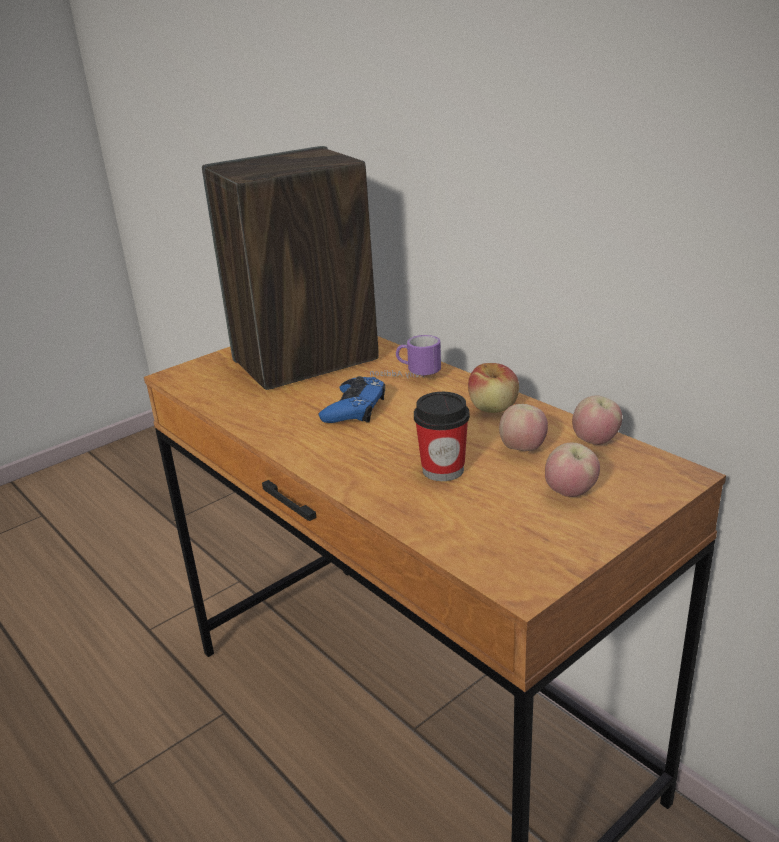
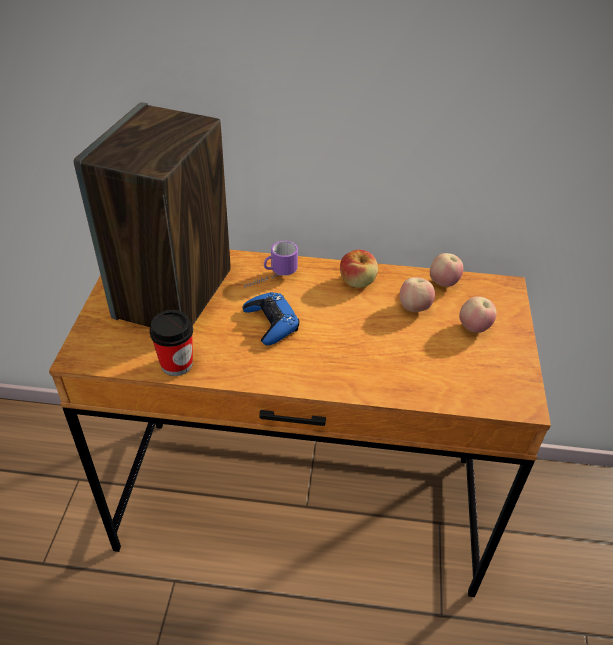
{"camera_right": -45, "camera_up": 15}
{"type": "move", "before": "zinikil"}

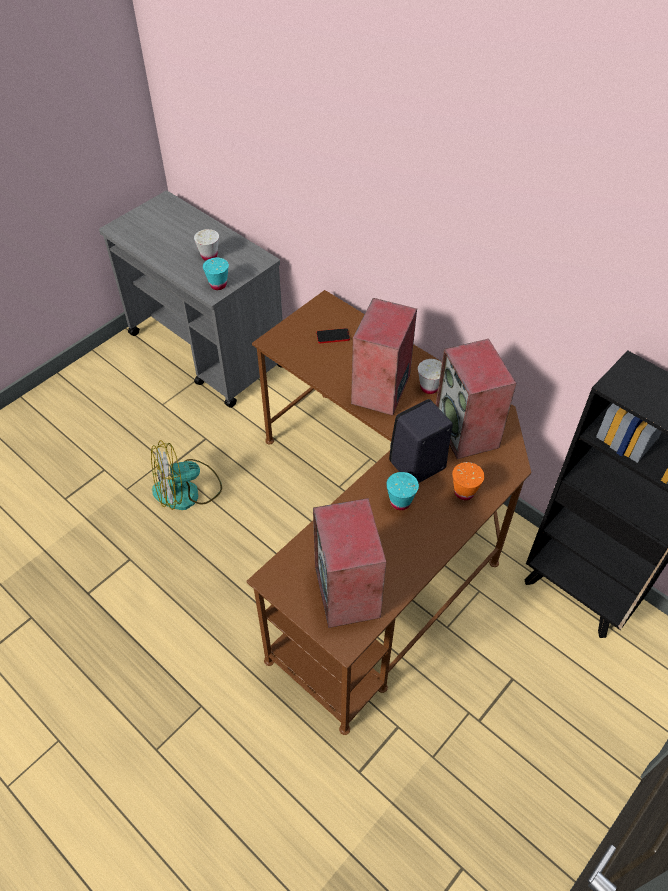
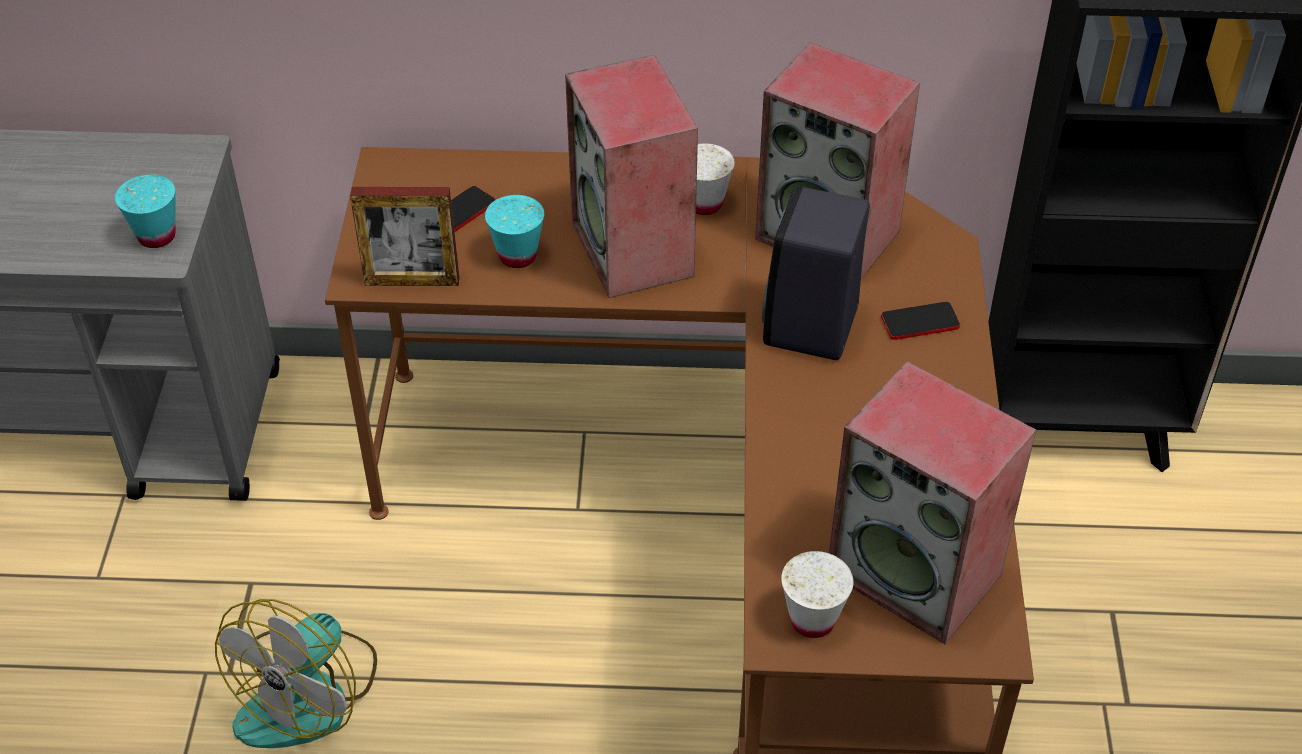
{"camera_right": -40, "camera_up": -5}
{"type": "insert", "after": "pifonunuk"}
{"type": "move", "before": "white_zinikil (1st from left in the first image)", "after": "white_zinikil (2nd from left)"}
{"type": "move", "before": "turquoise_zinikil (2nd from left)"}
{"type": "replace", "before": "orange_zinikil", "after": "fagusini (2nd from left)"}

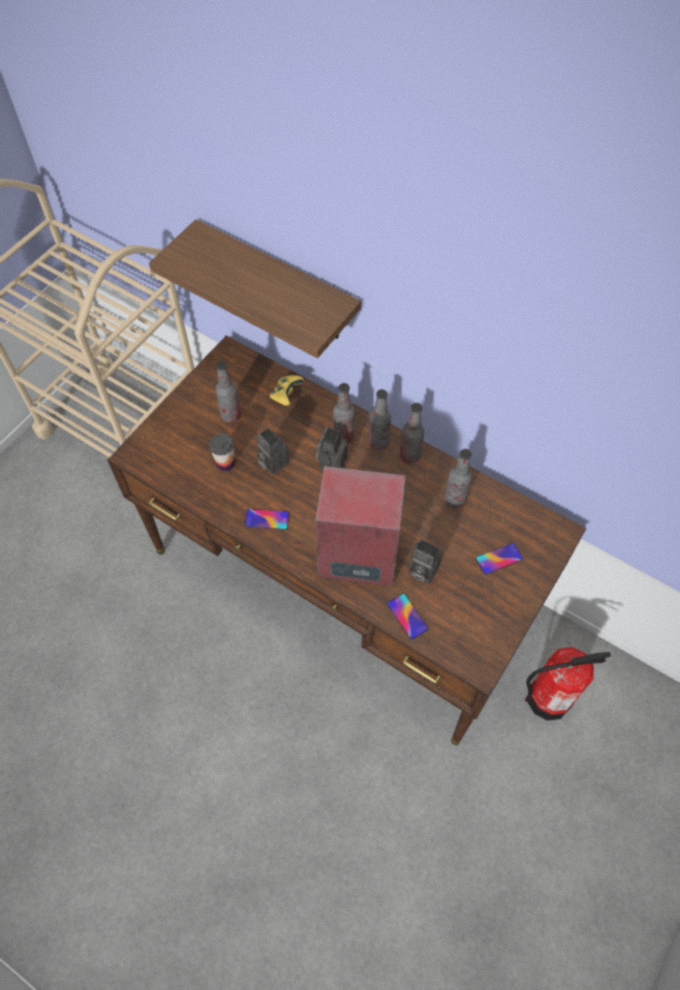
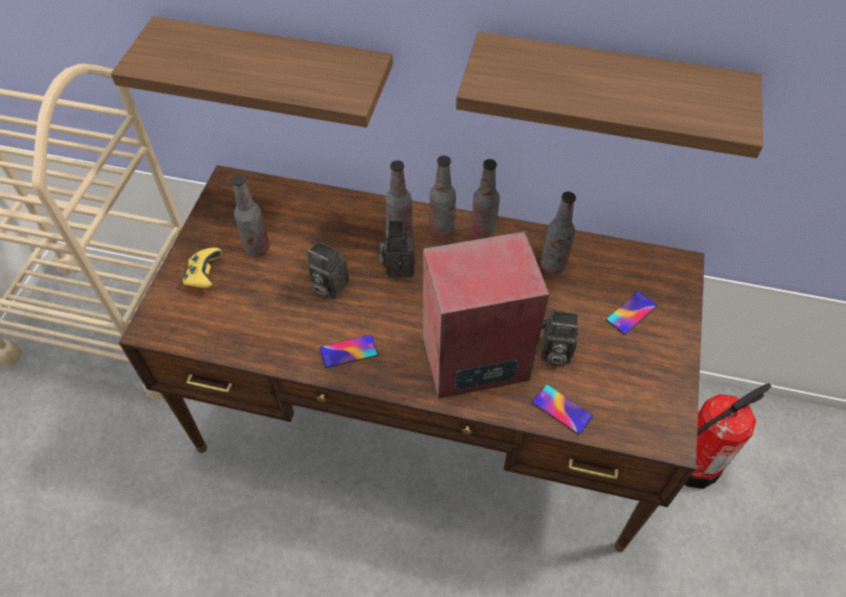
{"camera_right": -20, "camera_up": -5}
{"type": "delete", "before": "zinikil"}
{"type": "insert", "after": "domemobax (2nd from left)"}
{"type": "move", "before": "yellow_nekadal"}

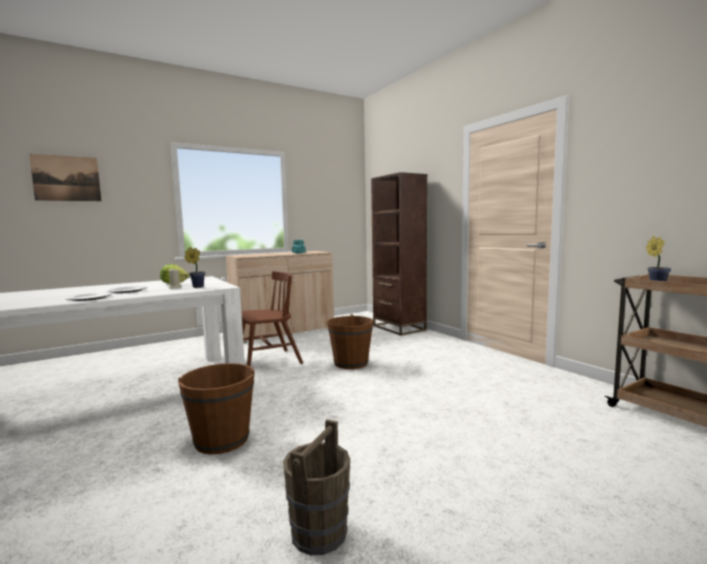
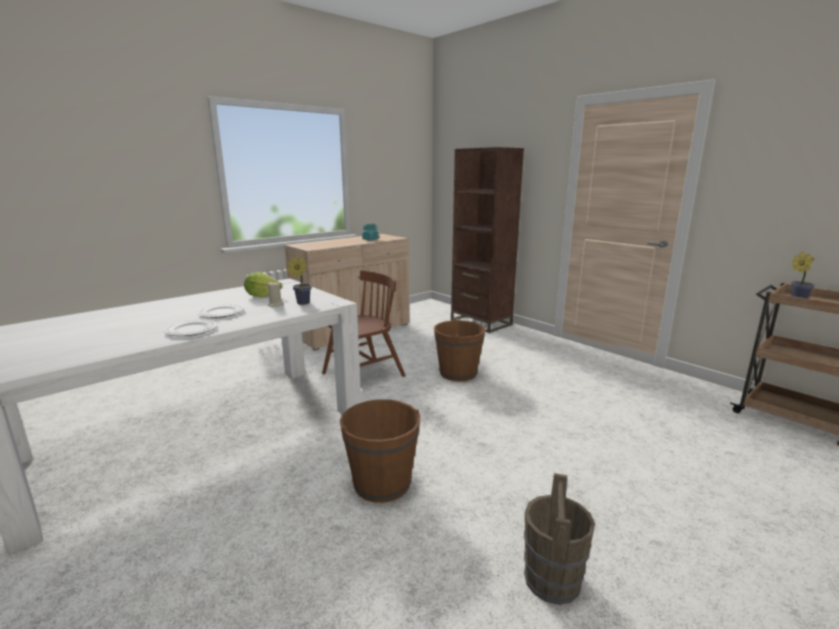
{"camera_right": -10, "camera_up": 10}
{"type": "delete", "before": "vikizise"}

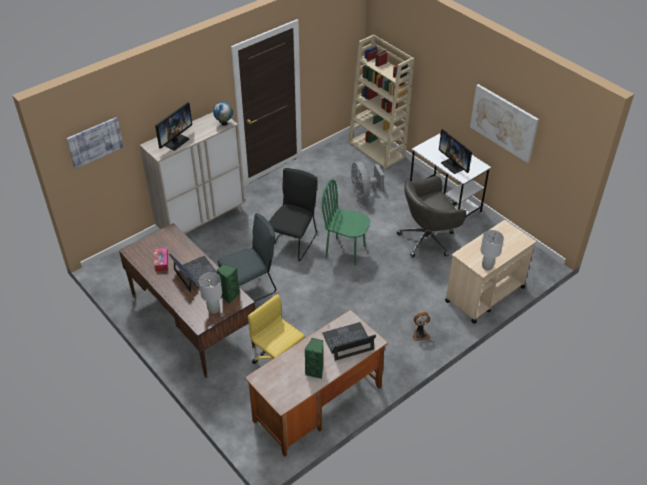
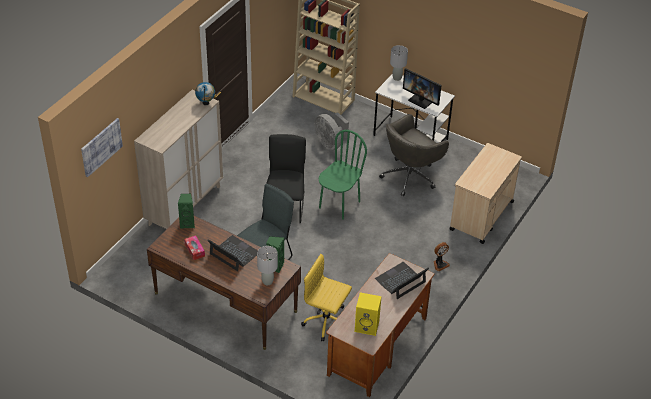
{"camera_right": -20, "camera_up": 0}
{"type": "delete", "before": "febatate (1st from left)"}
{"type": "delete", "before": "vikizise (2nd from left)"}
{"type": "insert", "after": "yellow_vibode"}
{"type": "move", "before": "green_vibode (2nd from left in the first image)", "after": "green_vibode (1st from left)"}
{"type": "move", "before": "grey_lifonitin (2nd from left)"}
{"type": "rotate", "before": "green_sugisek", "turn": 120}

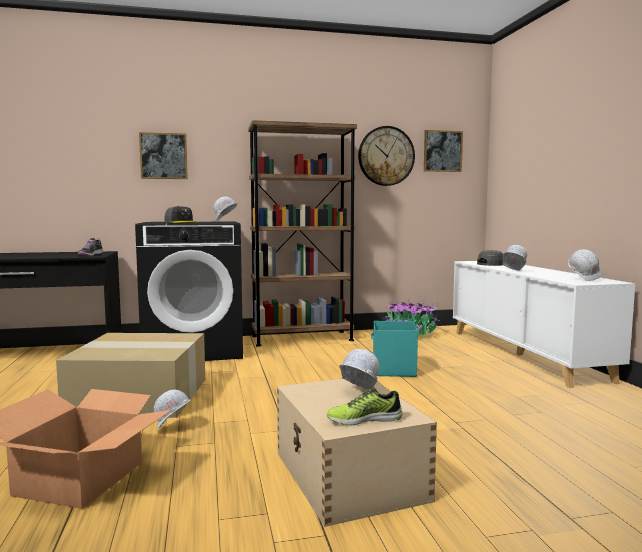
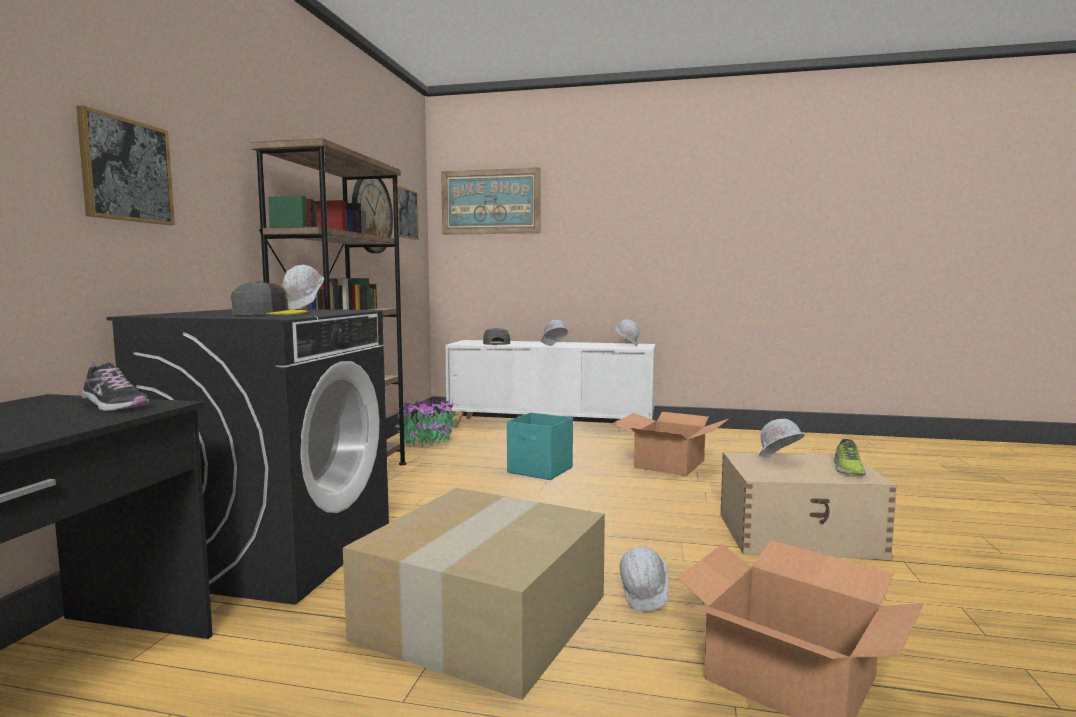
{"camera_right": -65, "camera_up": 0}
{"type": "insert", "after": "vikizise (3rd from left)"}
{"type": "insert", "after": "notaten (2nd from left)"}

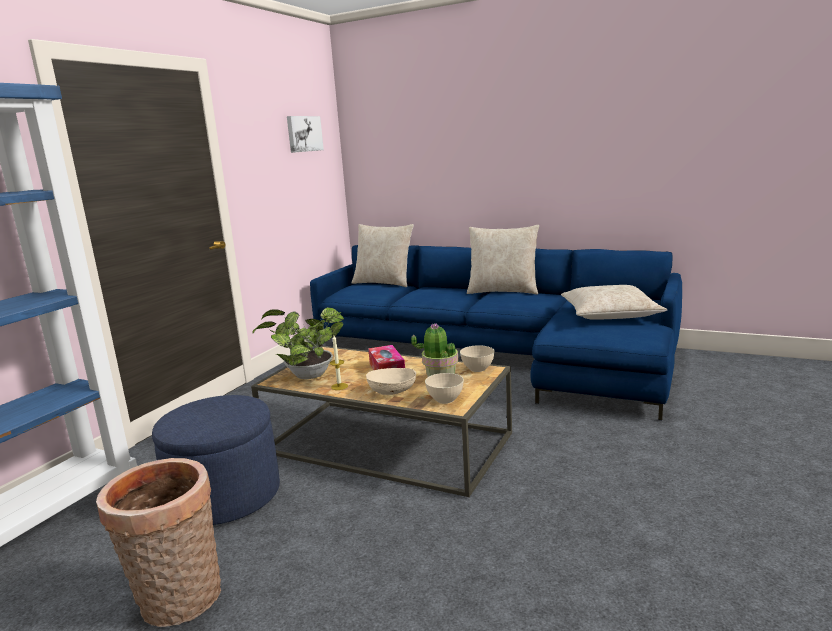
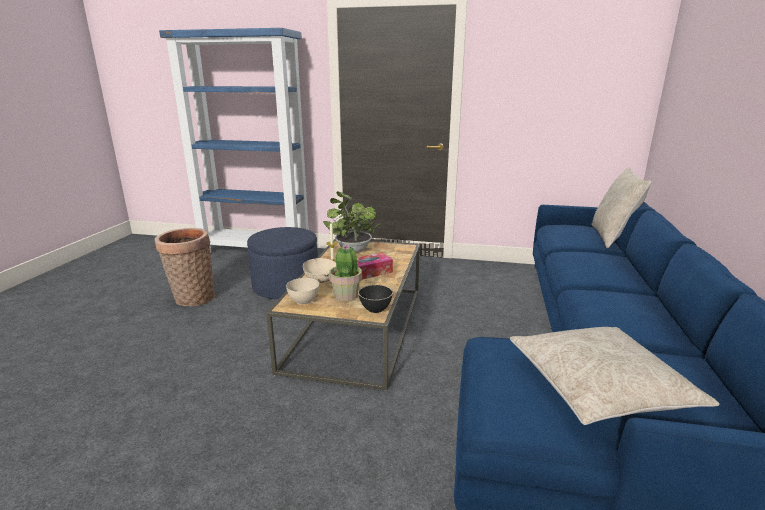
{"camera_right": 75, "camera_up": 5}
{"type": "delete", "before": "vikizise"}
{"type": "delete", "before": "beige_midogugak (2nd from left)"}
{"type": "recolor", "before": "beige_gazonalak (3rd from left)", "after": "black_gazonalak"}

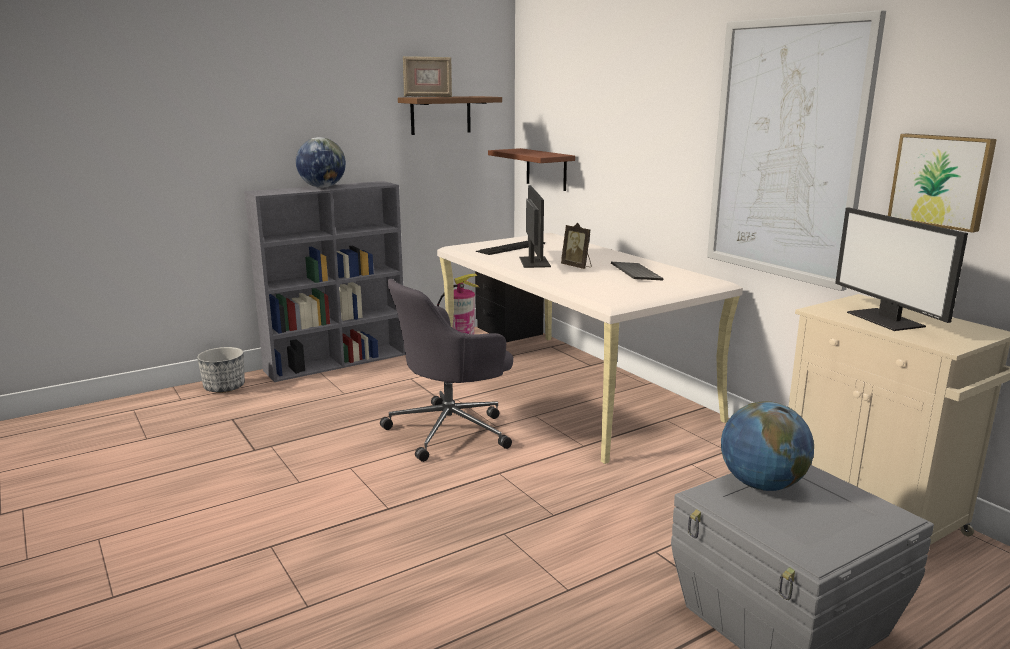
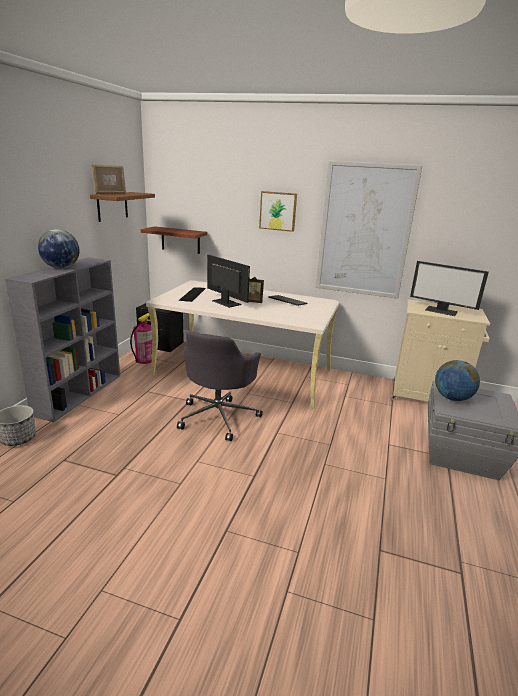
{"camera_right": -40, "camera_up": 5}
{"type": "move", "before": "vikizise (2nd from left in the first image)", "after": "vikizise (1st from left)"}

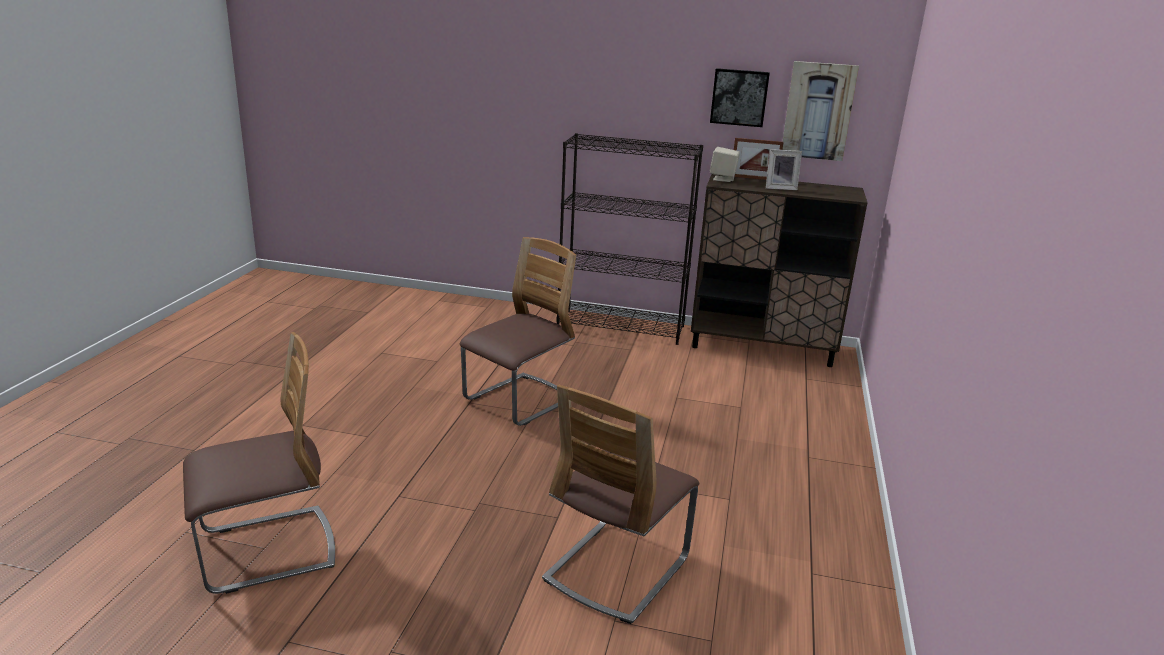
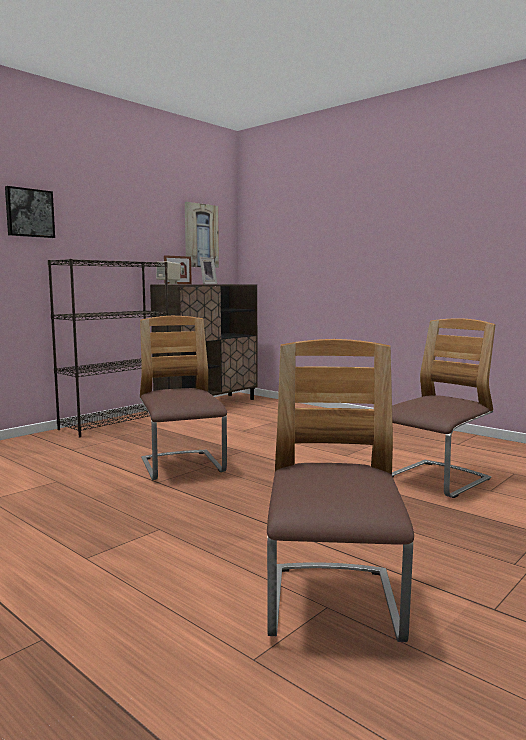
{"camera_right": -60, "camera_up": -15}
{"type": "move", "before": "vikizise (1st from left)"}
{"type": "rotate", "before": "sugisek (3rd from left)", "turn": -105}

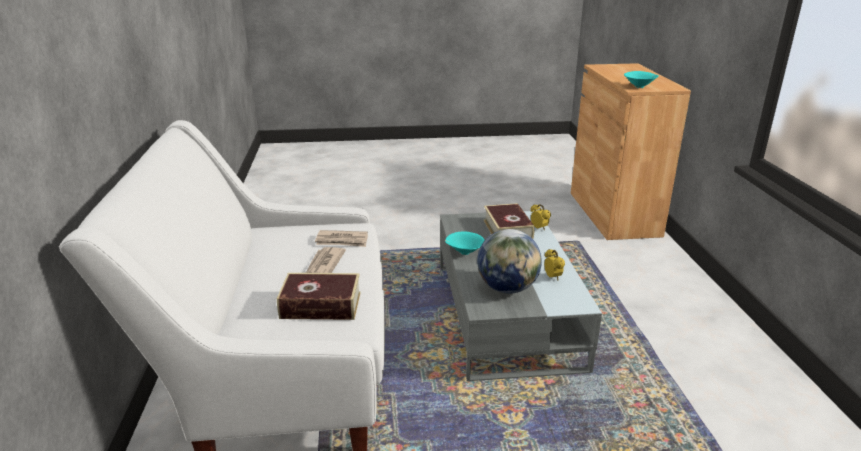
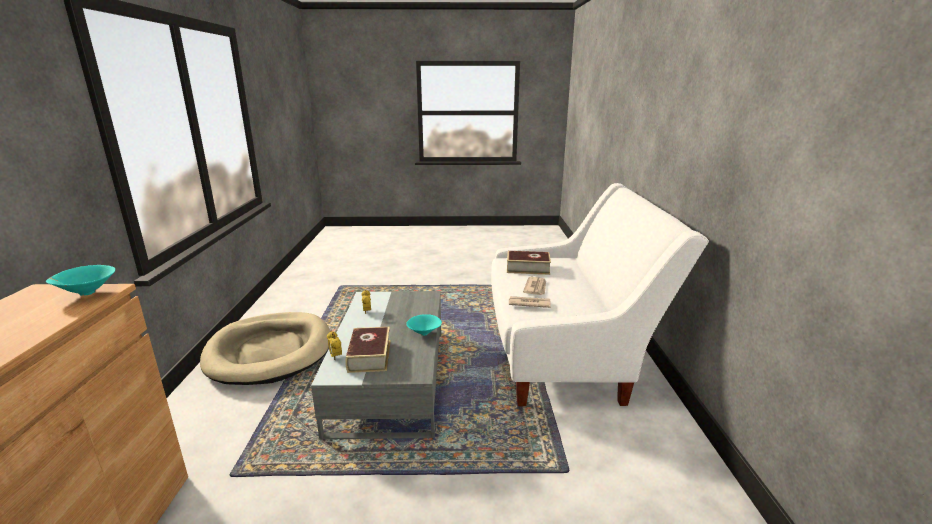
{"camera_right": -175, "camera_up": -5}
{"type": "delete", "before": "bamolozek"}
{"type": "insert", "after": "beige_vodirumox"}

